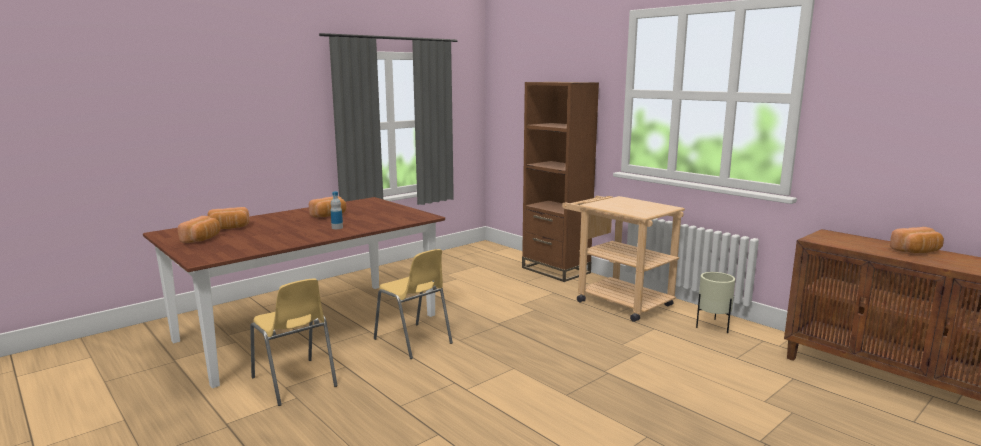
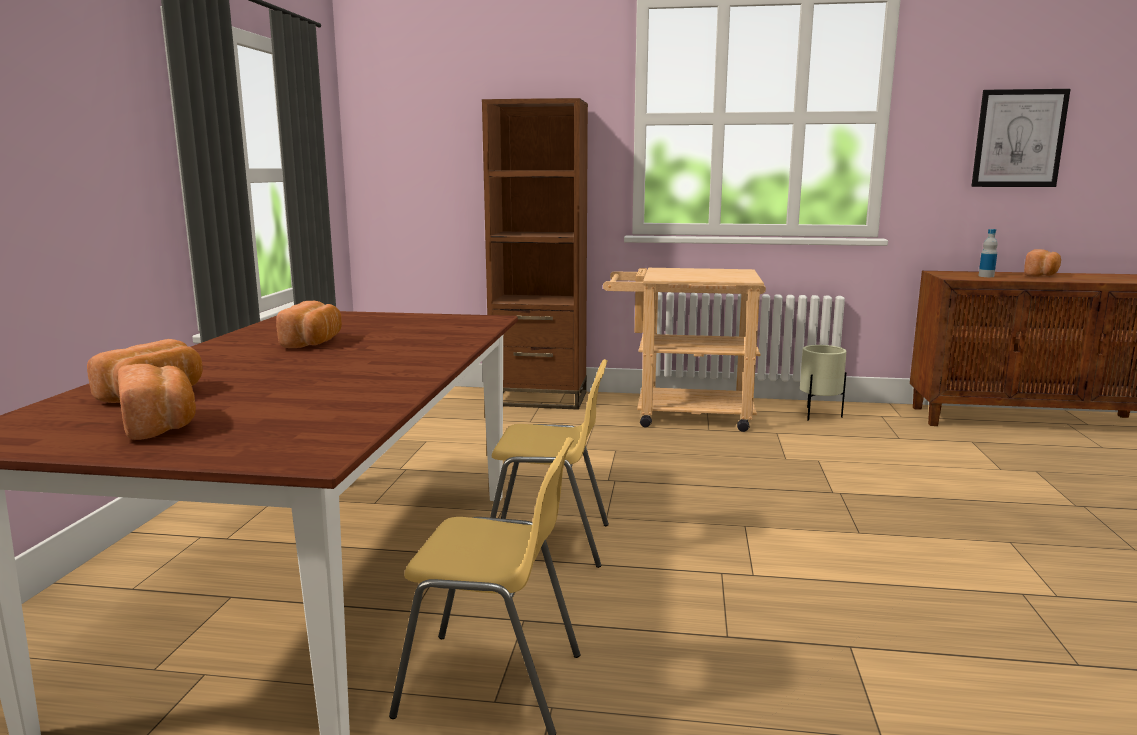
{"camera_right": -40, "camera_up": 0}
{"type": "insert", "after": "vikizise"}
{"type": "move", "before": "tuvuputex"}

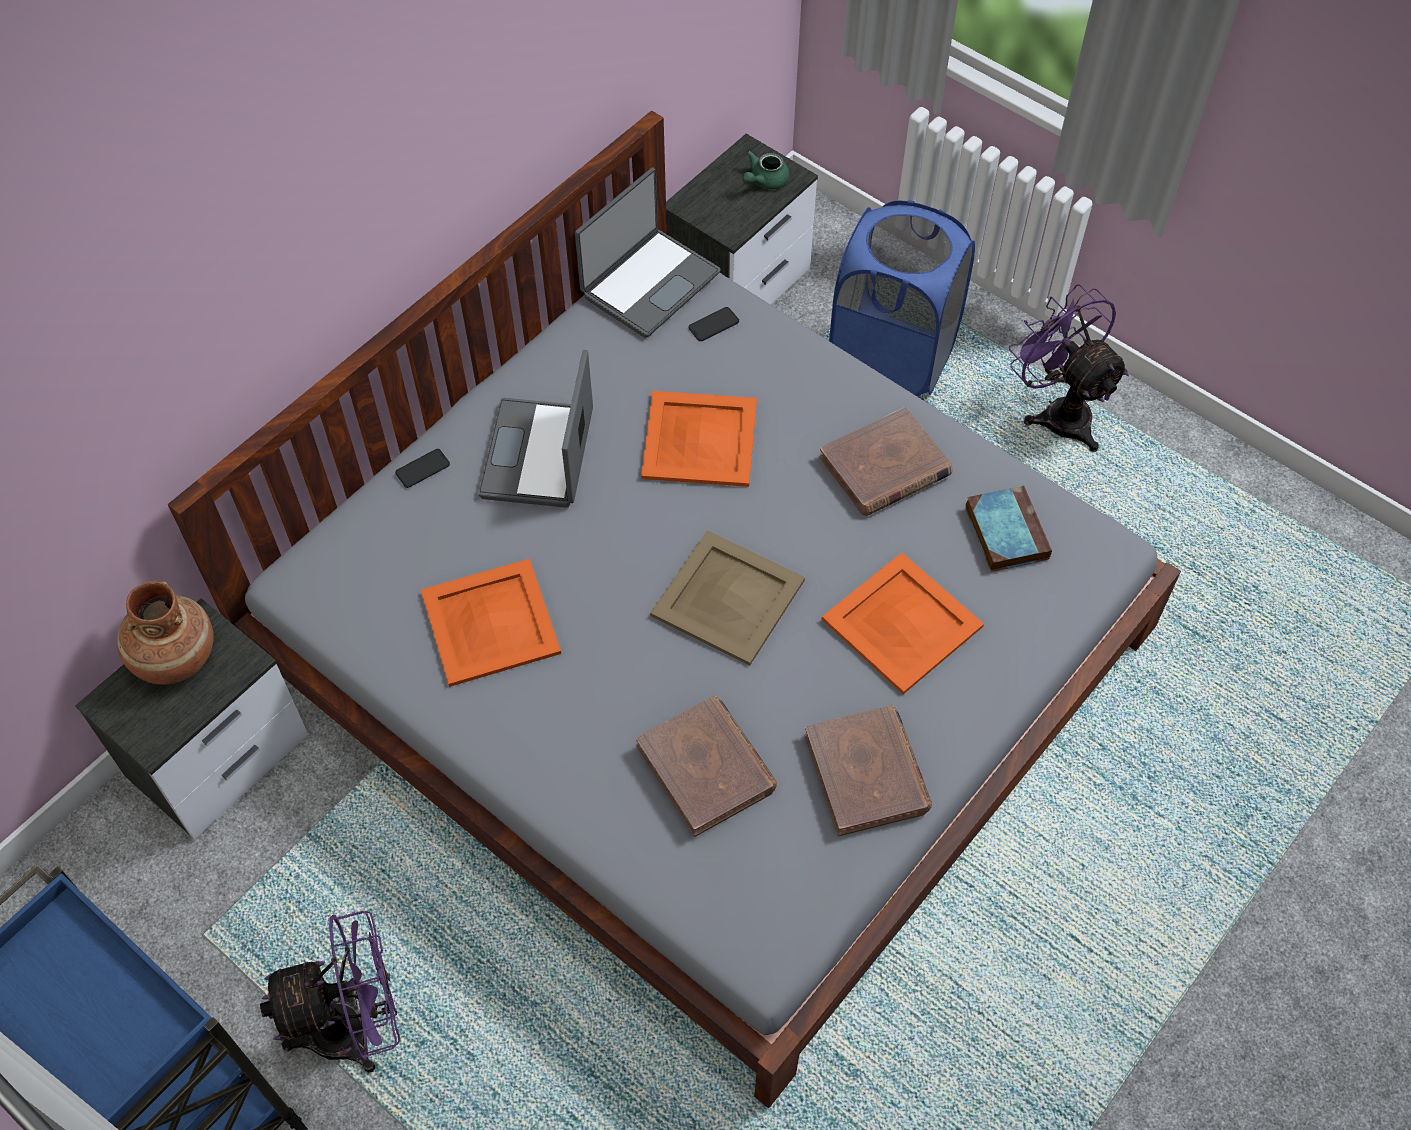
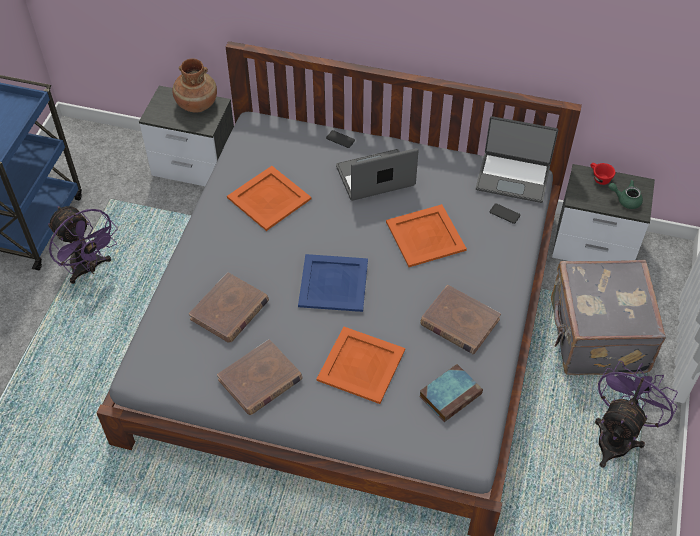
{"camera_right": 65, "camera_up": -5}
{"type": "insert", "after": "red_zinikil"}
{"type": "replace", "before": "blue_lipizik", "after": "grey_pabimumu"}
{"type": "recolor", "before": "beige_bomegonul", "after": "blue_bomegonul"}

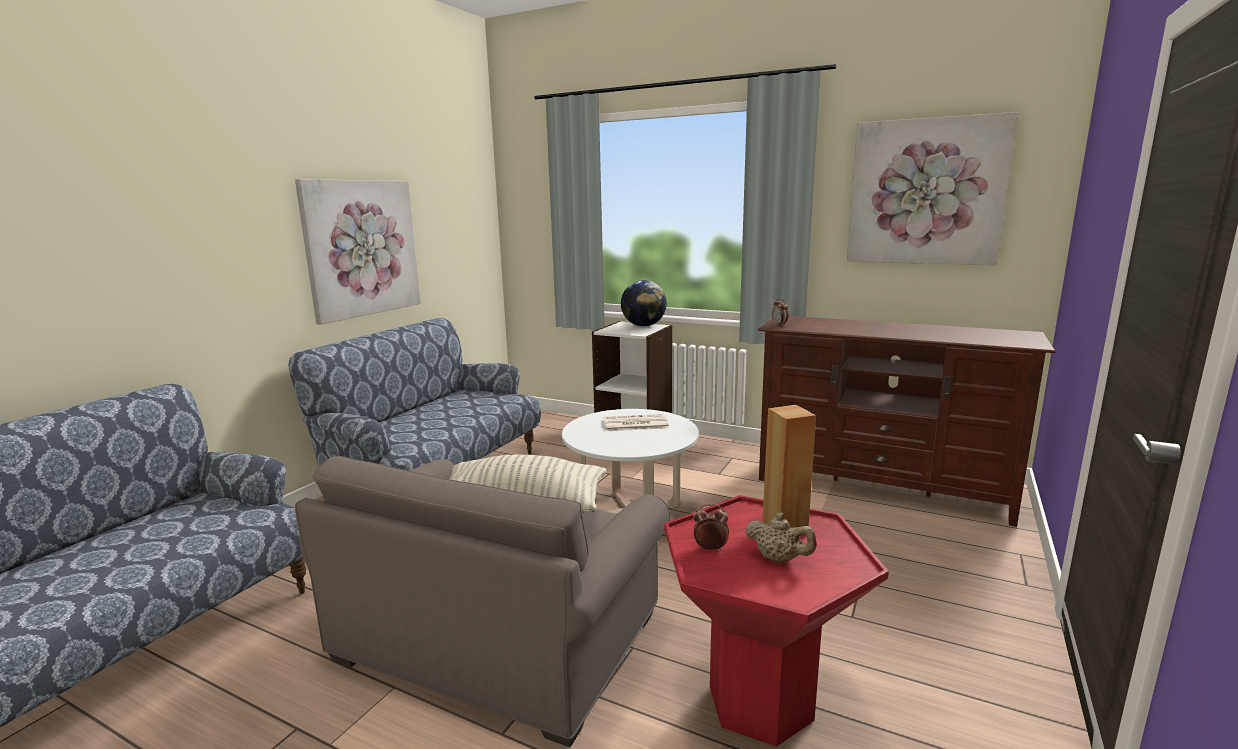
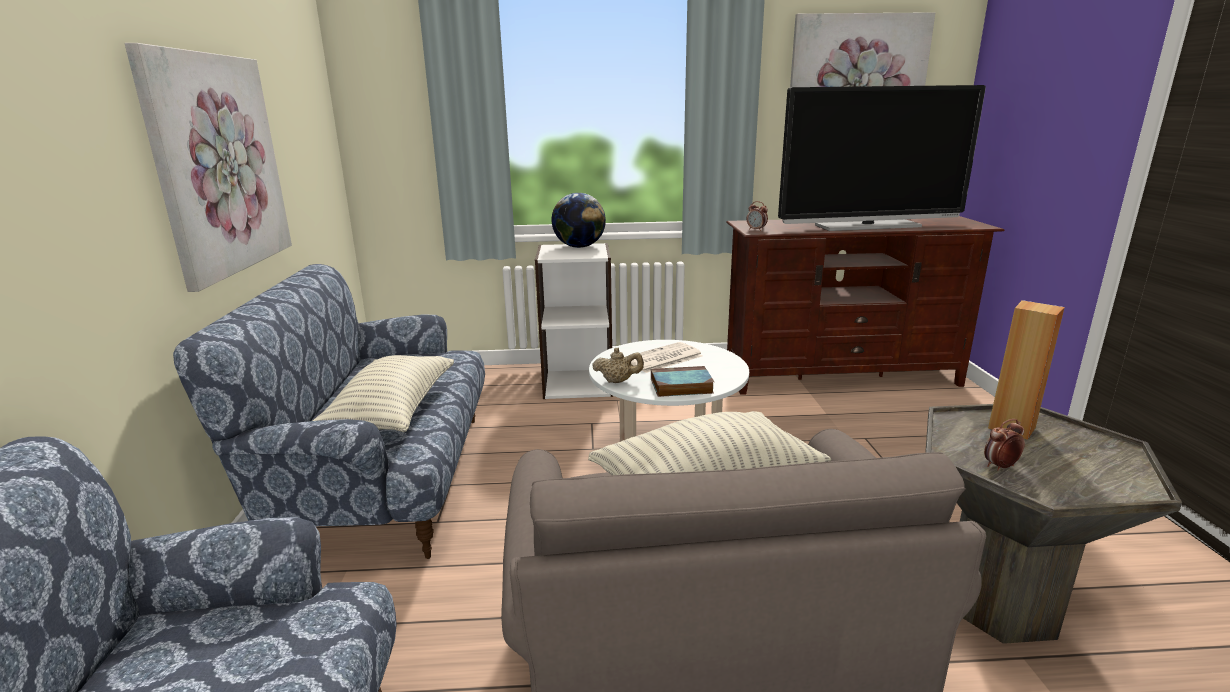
{"camera_right": -30, "camera_up": 5}
{"type": "insert", "after": "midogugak (1st from left)"}
{"type": "insert", "after": "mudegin"}
{"type": "insert", "after": "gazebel"}
{"type": "move", "before": "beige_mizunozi"}
{"type": "recolor", "before": "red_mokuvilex", "after": "grey_mokuvilex"}

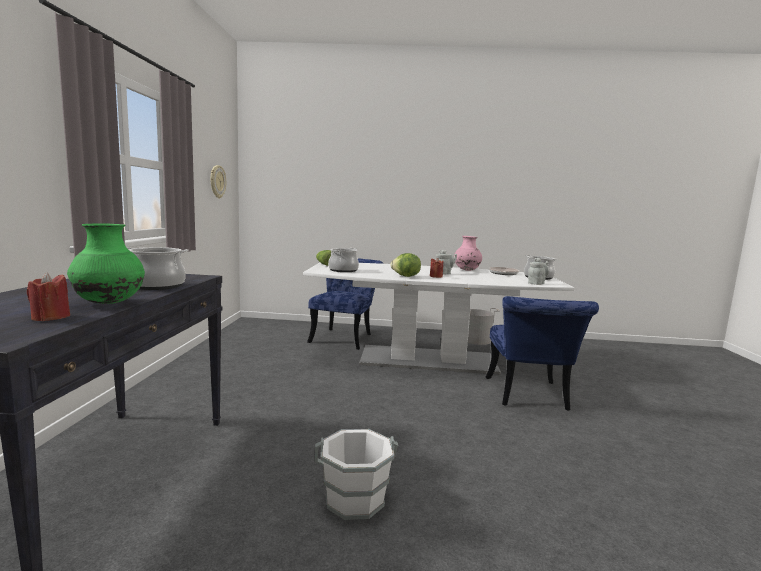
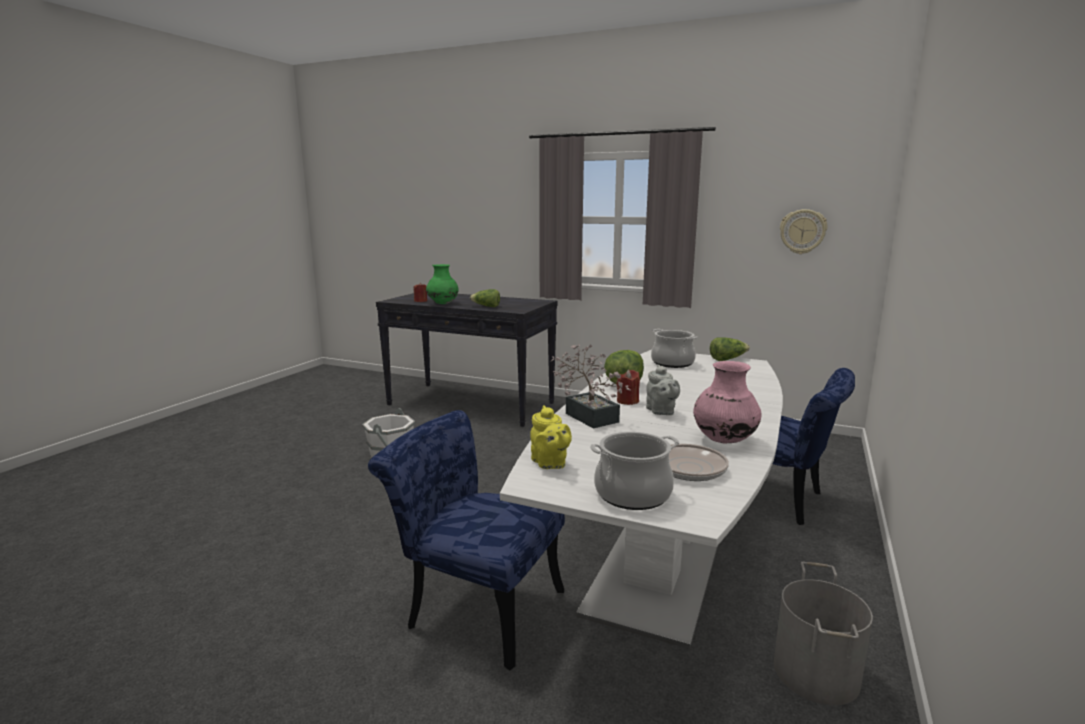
{"camera_right": 110, "camera_up": 5}
{"type": "insert", "after": "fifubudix"}
{"type": "replace", "before": "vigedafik (1st from left)", "after": "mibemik (1st from left)"}
{"type": "recolor", "before": "grey_mizunozi (2nd from left)", "after": "yellow_mizunozi"}

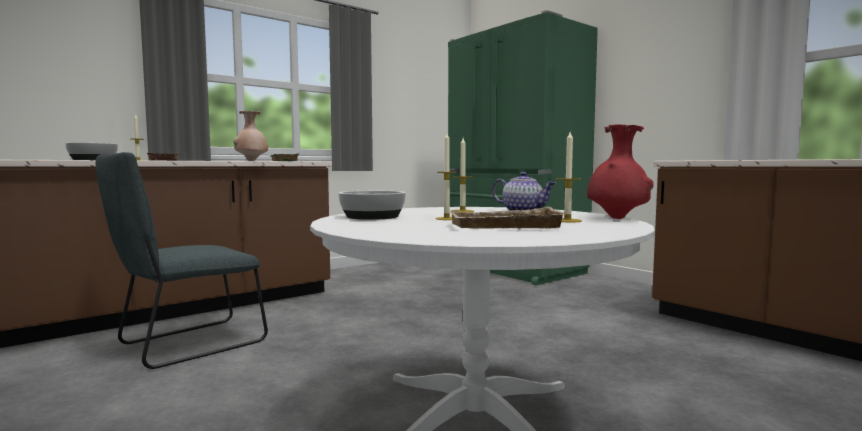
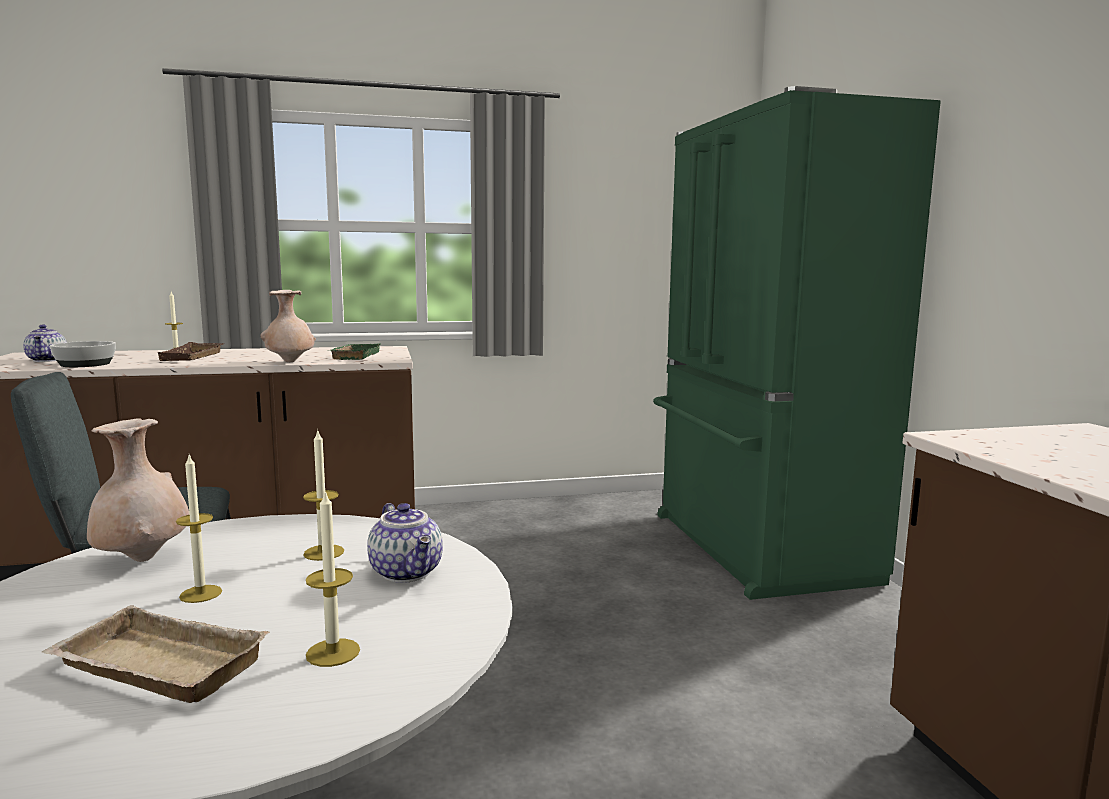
{"camera_right": 25, "camera_up": 5}
{"type": "delete", "before": "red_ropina"}
{"type": "insert", "after": "mizunozi (1st from left)"}
{"type": "replace", "before": "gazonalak (2nd from left)", "after": "beige_ropina (1st from left)"}

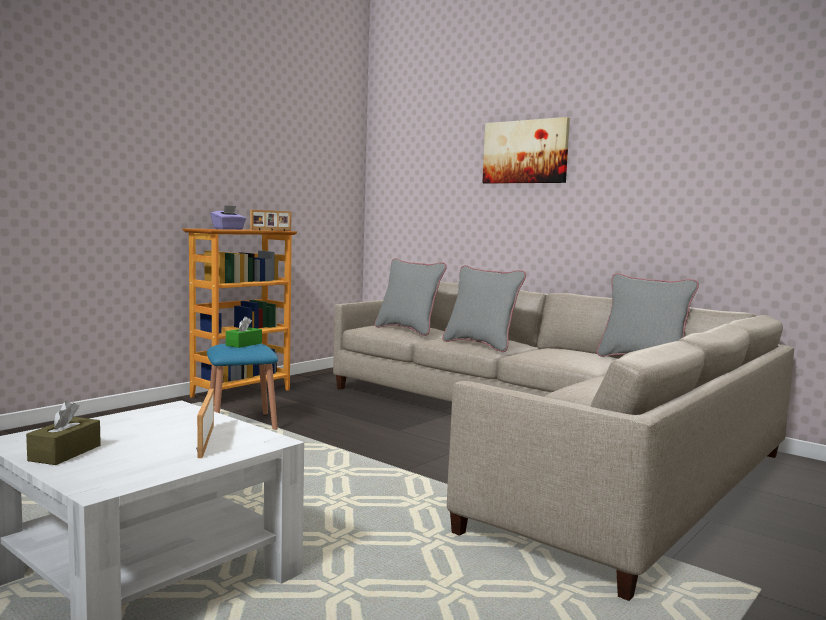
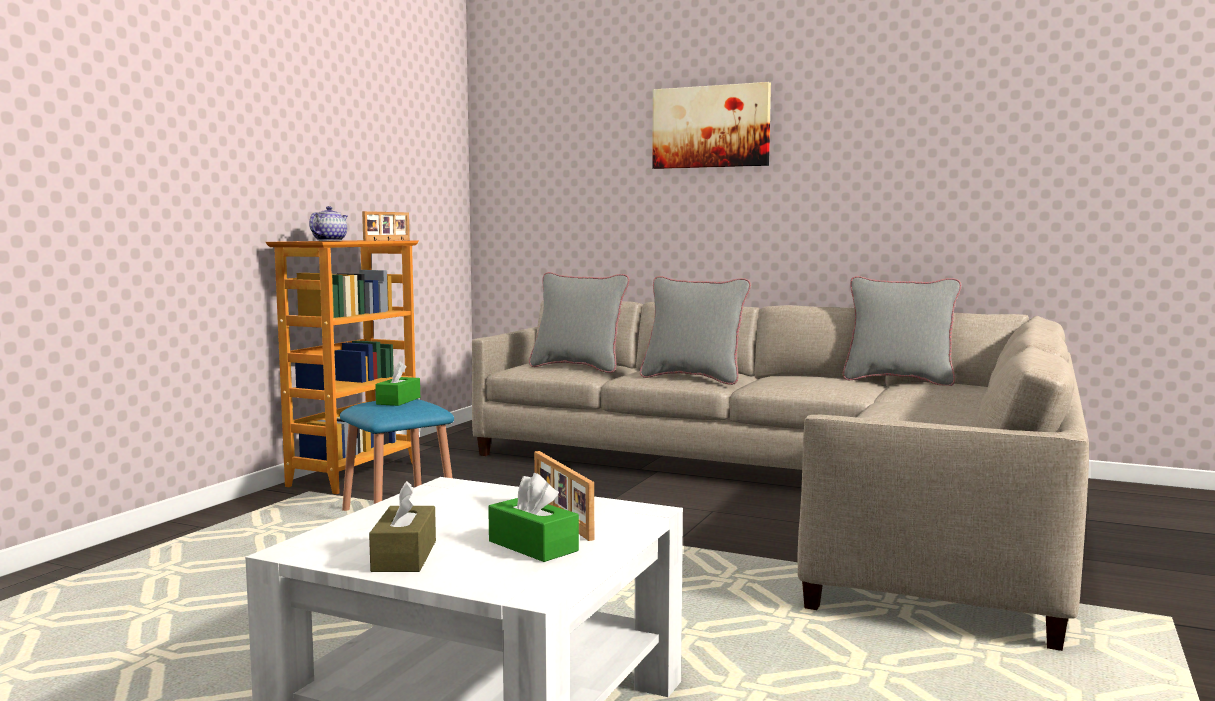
{"camera_right": -15, "camera_up": 0}
{"type": "insert", "after": "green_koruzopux (2nd from left)"}
{"type": "replace", "before": "purple_koruzopux", "after": "mizunozi"}

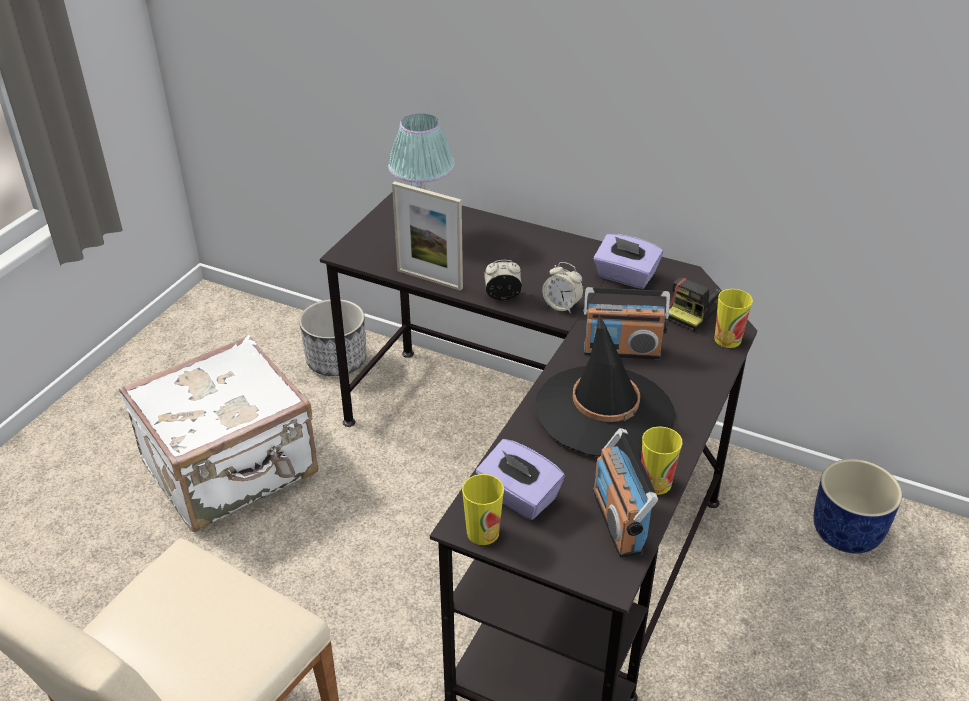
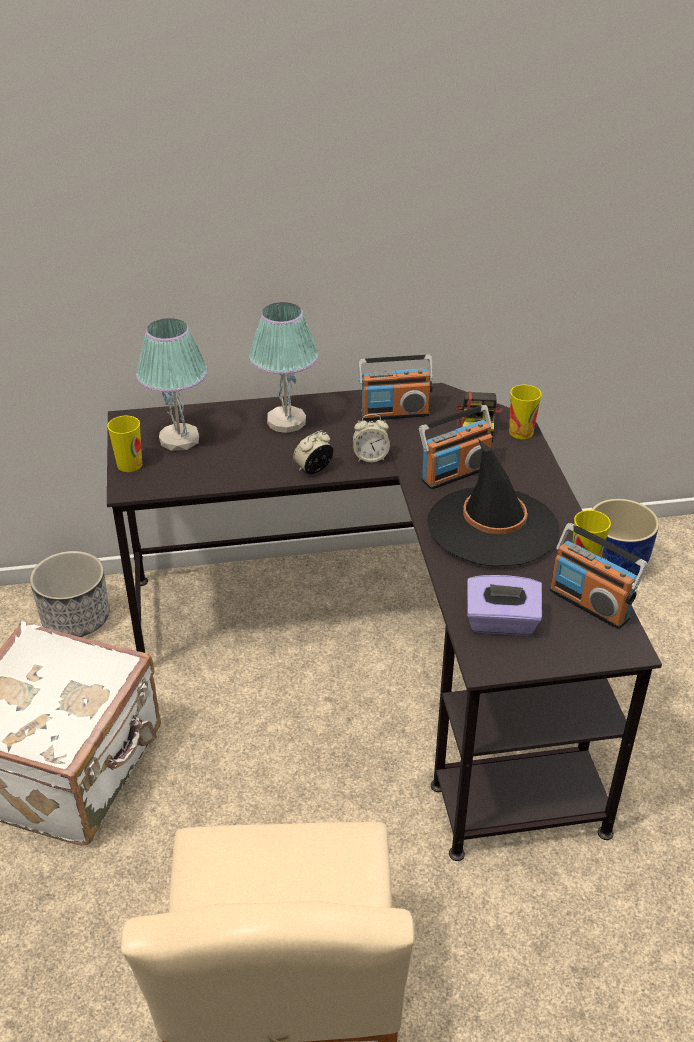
{"camera_right": -35, "camera_up": 0}
{"type": "delete", "before": "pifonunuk"}
{"type": "insert", "after": "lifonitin (2nd from left)"}
{"type": "move", "before": "zinikil (1st from left)"}
{"type": "replace", "before": "purple_koruzopux (2nd from left)", "after": "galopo (1st from left)"}

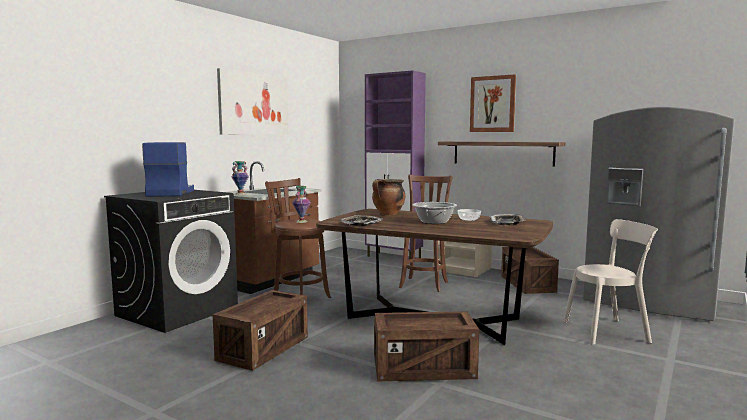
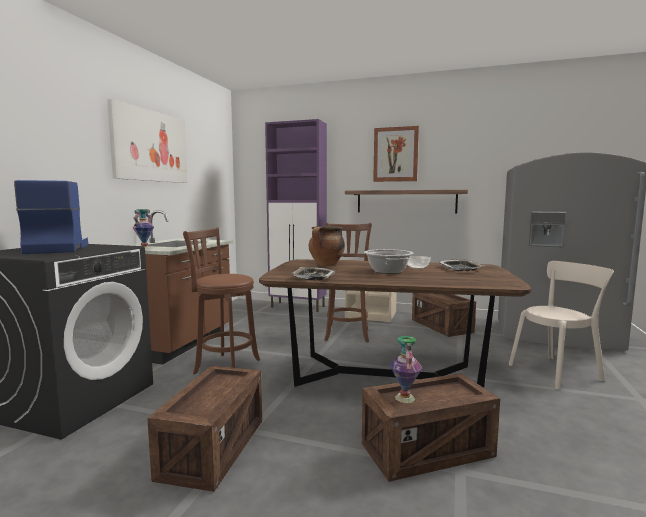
{"camera_right": -15, "camera_up": 0}
{"type": "move", "before": "ropina (2nd from left)"}

